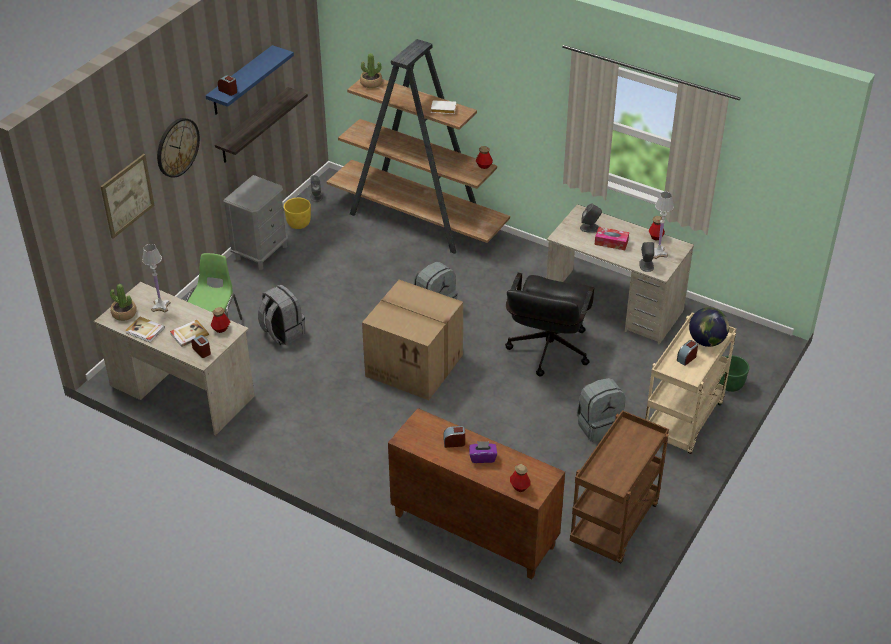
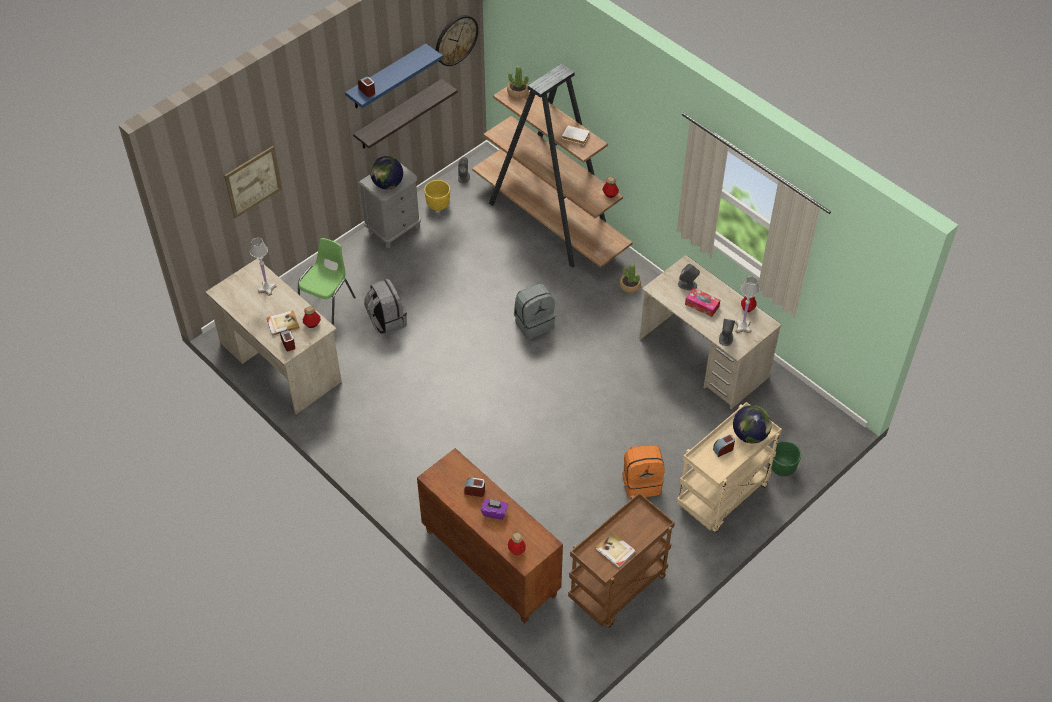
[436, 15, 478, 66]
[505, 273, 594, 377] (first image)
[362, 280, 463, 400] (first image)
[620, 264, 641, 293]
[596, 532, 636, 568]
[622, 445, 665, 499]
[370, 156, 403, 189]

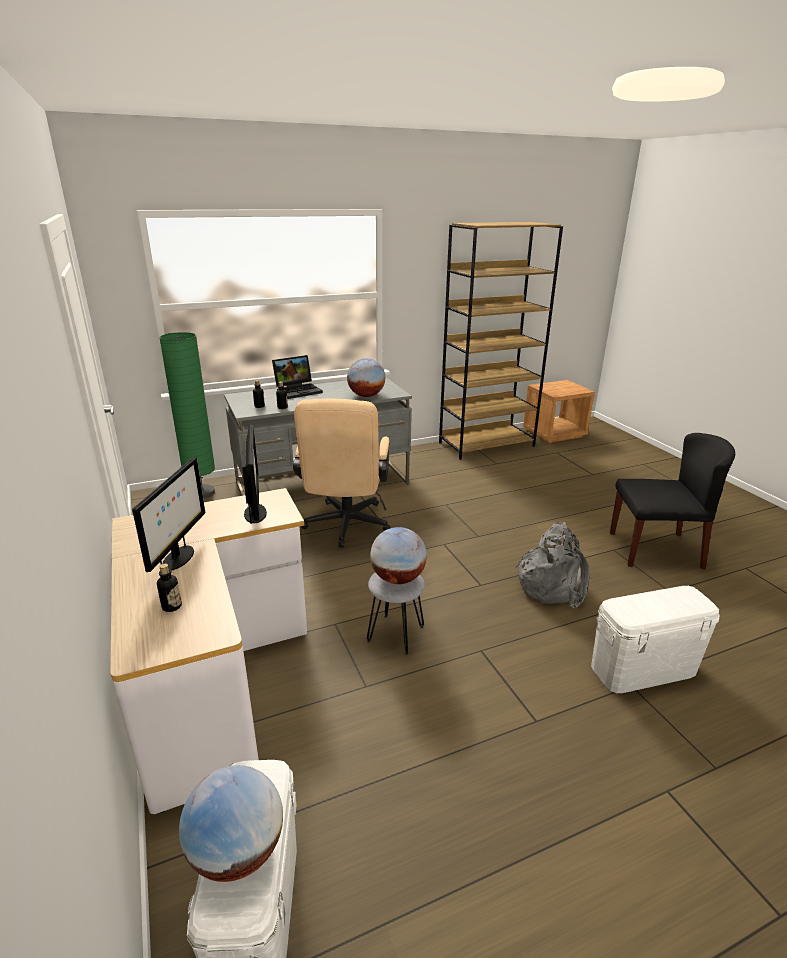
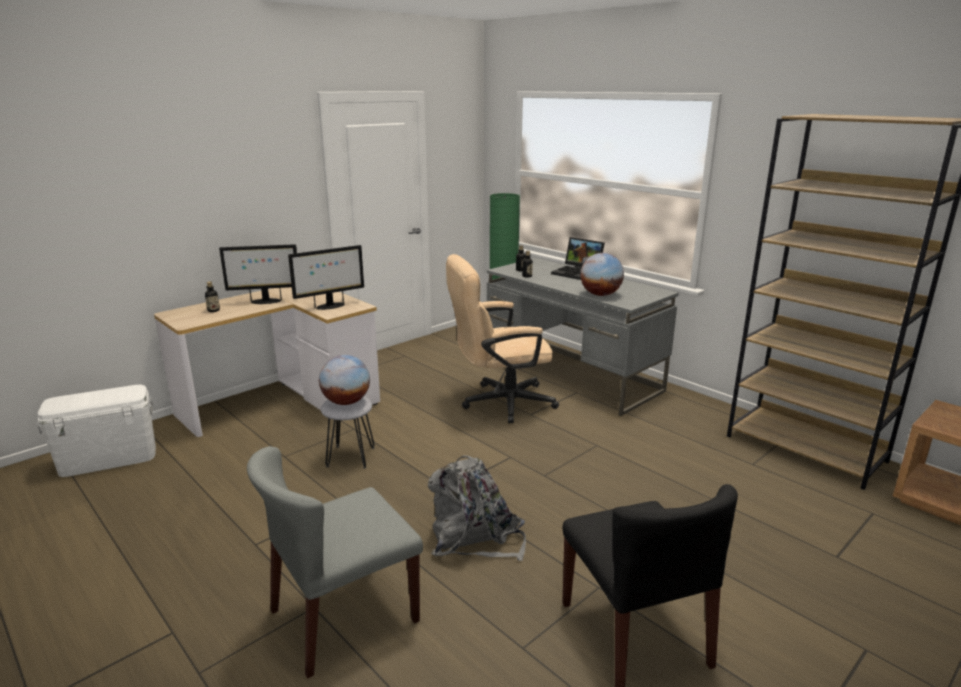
[247, 446, 423, 679]
[179, 765, 283, 882] (first image)

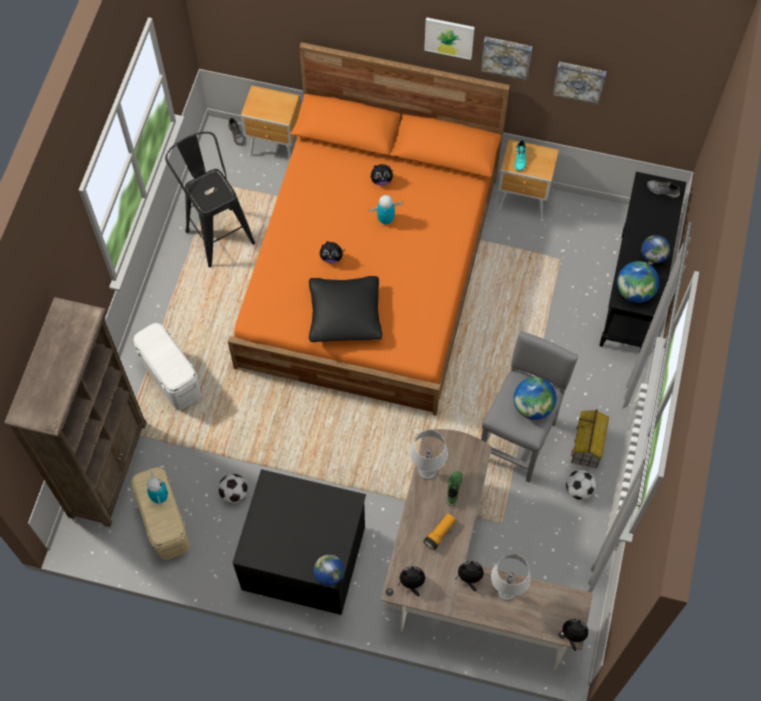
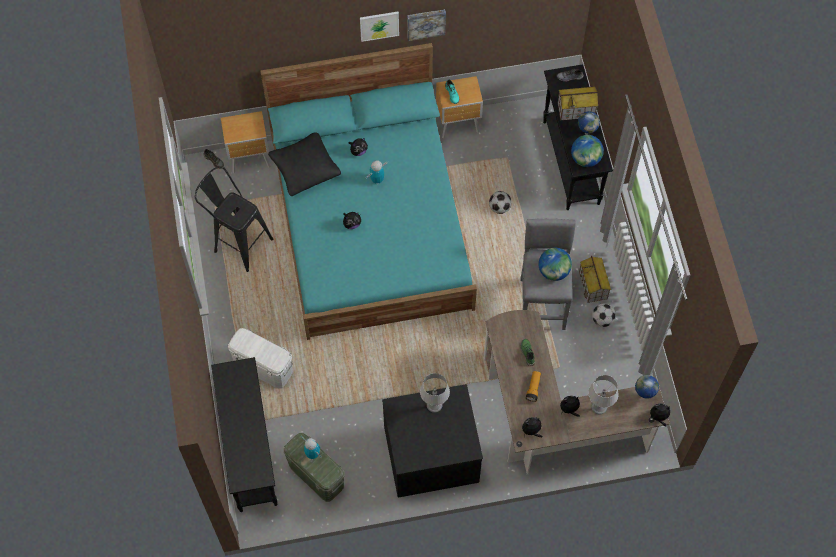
[261, 43, 477, 340]
[552, 62, 607, 105] (first image)
[268, 132, 341, 196]
[211, 357, 278, 512]
[420, 373, 450, 413]
[284, 433, 344, 502]
[489, 191, 512, 214]
[635, 375, 659, 399]
[558, 87, 598, 121]

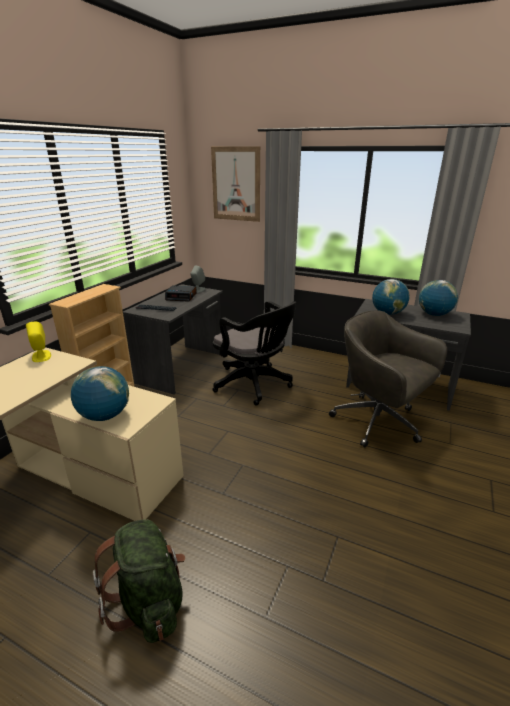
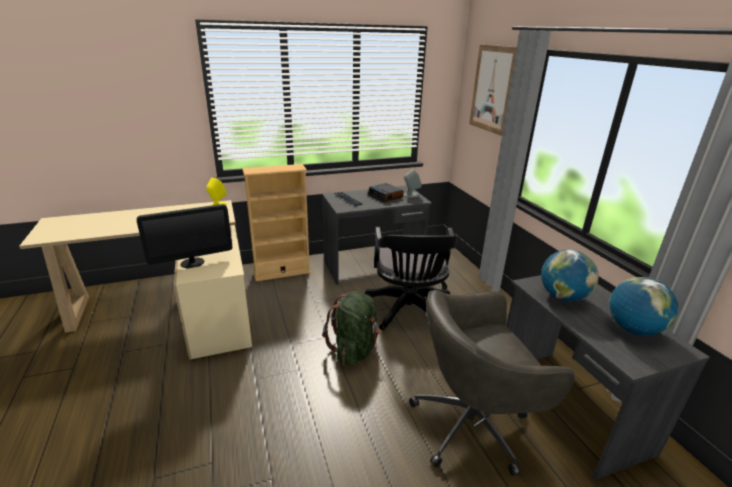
[409, 290, 575, 476]
[137, 204, 232, 269]
[323, 291, 382, 366]

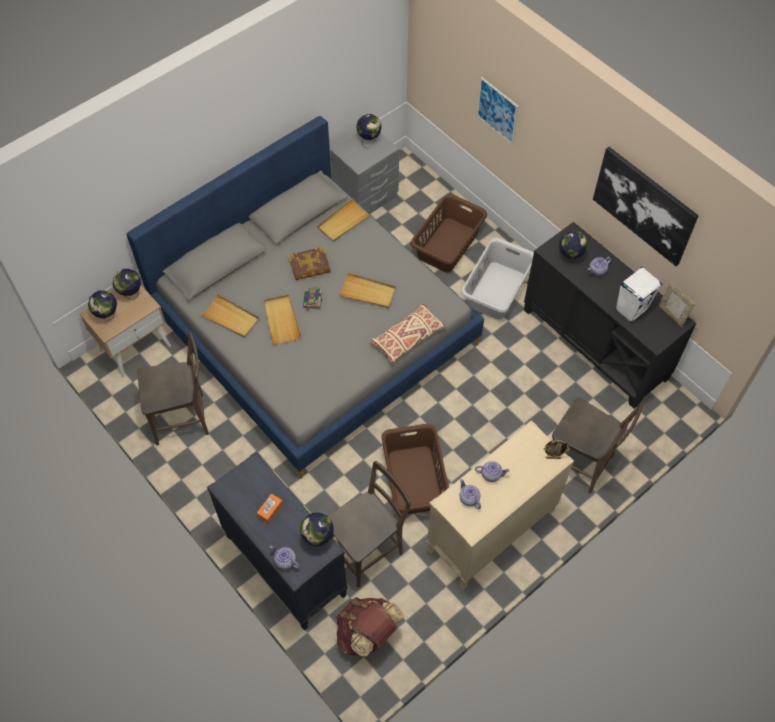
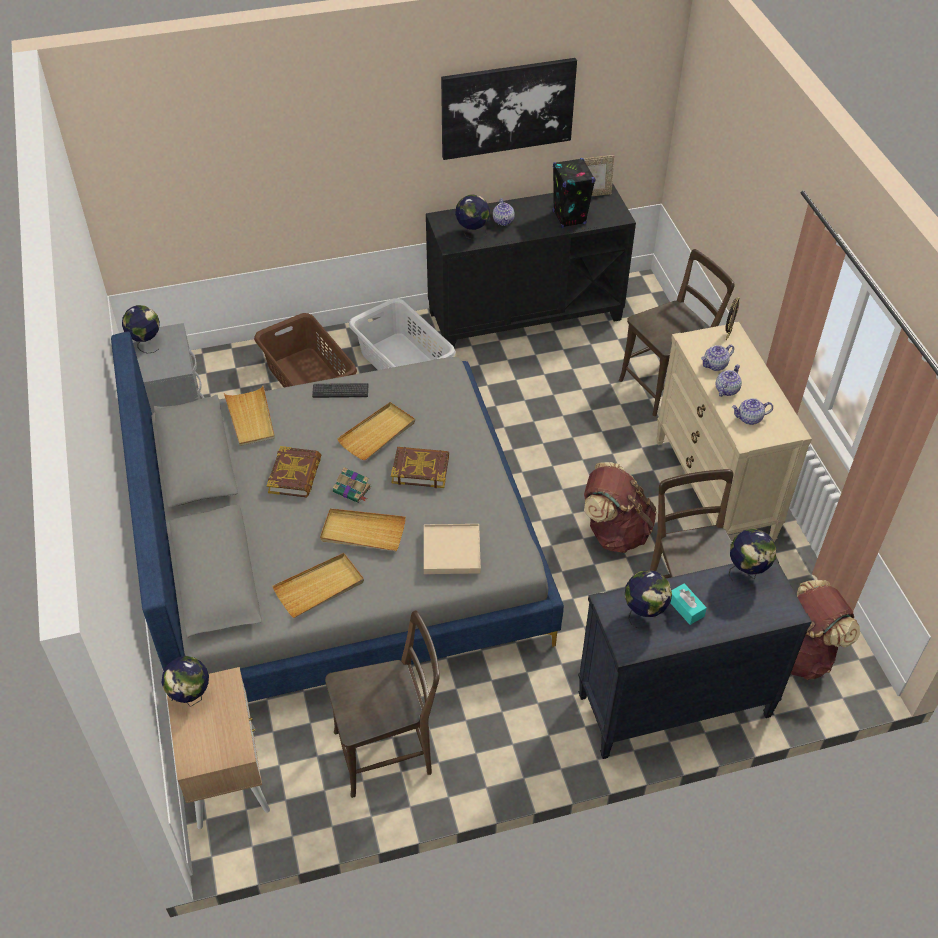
[477, 77, 519, 145] (first image)
[553, 158, 596, 228]
[625, 570, 672, 629]
[370, 304, 446, 363] (first image)
[325, 610, 440, 798]
[584, 462, 657, 553]
[671, 583, 707, 625]
[701, 345, 734, 371]
[312, 383, 368, 398]
[391, 447, 449, 488]
[424, 524, 481, 574]

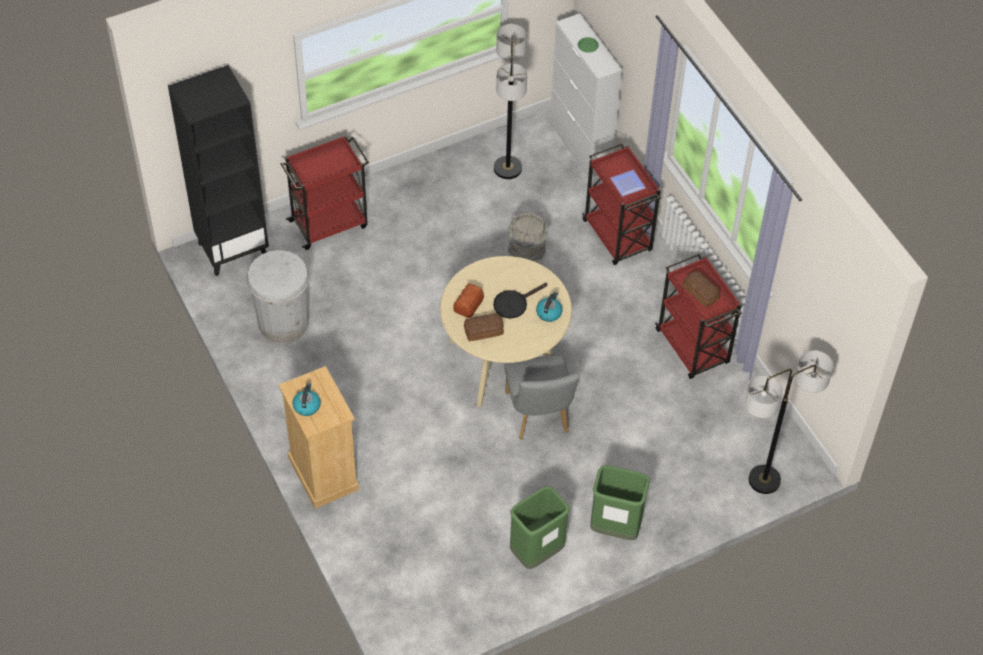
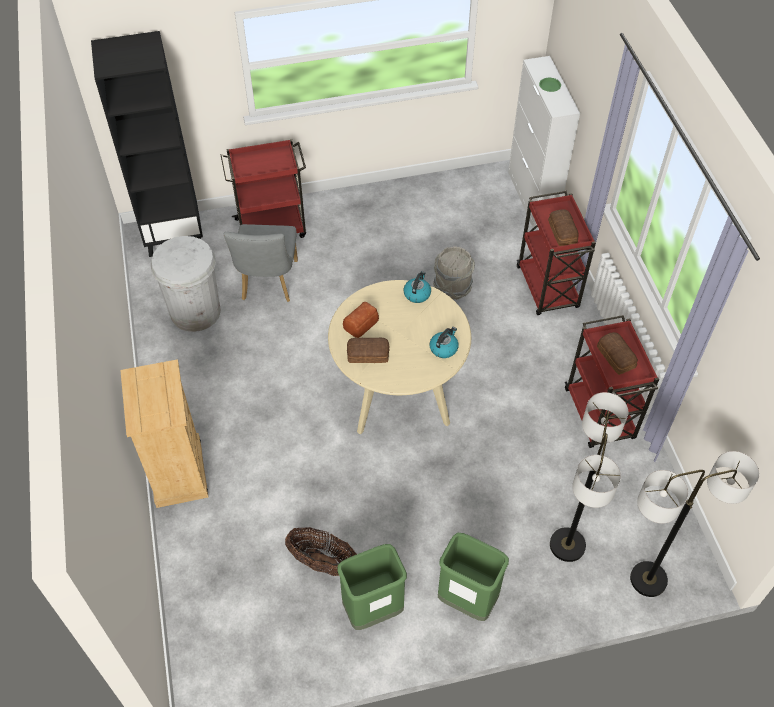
[550, 392, 628, 562]
[548, 209, 579, 246]
[493, 283, 547, 319] (first image)
[224, 224, 298, 302]
[404, 271, 431, 303]
[285, 527, 357, 576]

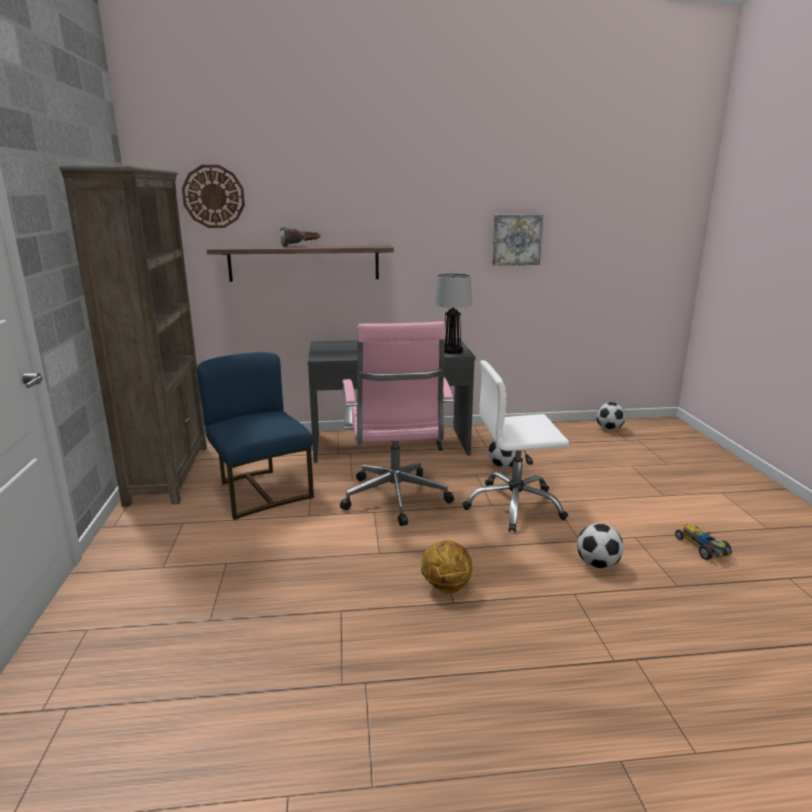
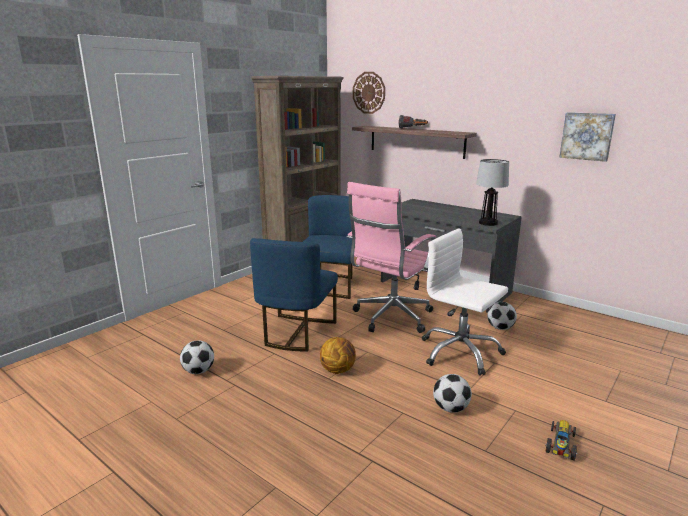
[180, 341, 214, 374]
[250, 238, 338, 352]

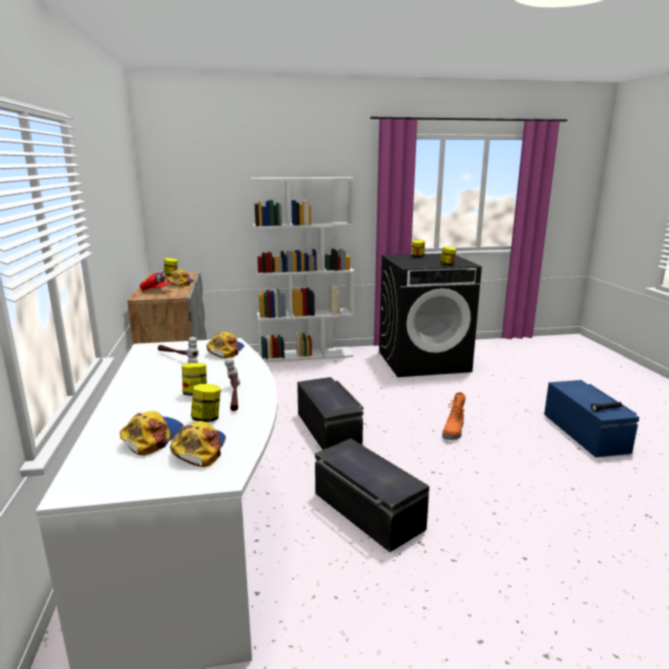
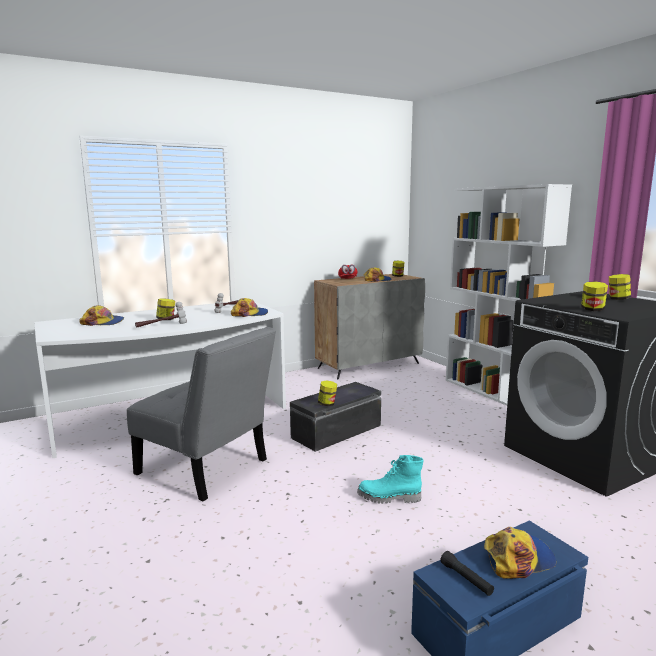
[318, 380, 337, 406]
[357, 455, 424, 504]
[484, 527, 557, 579]
[127, 327, 276, 502]

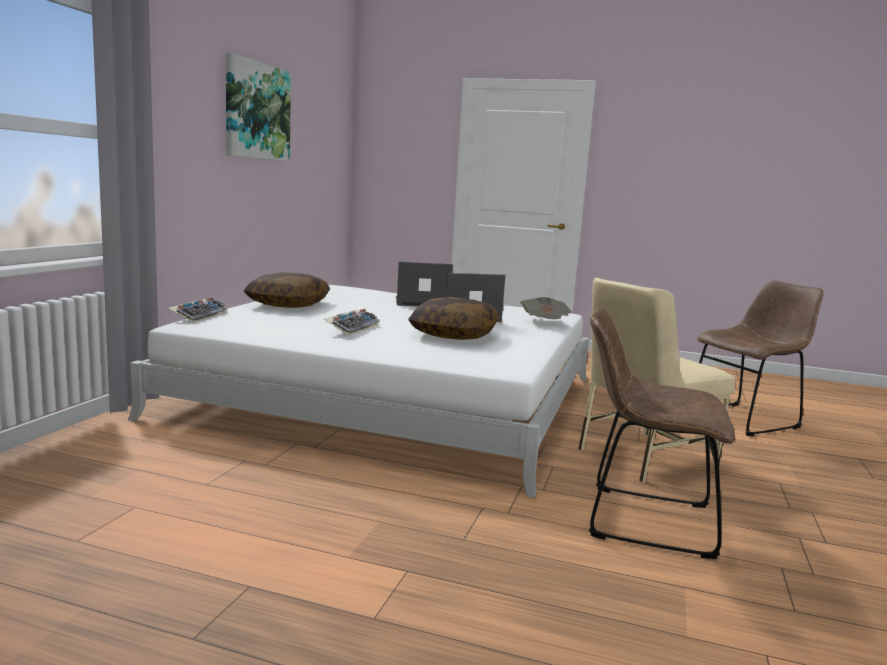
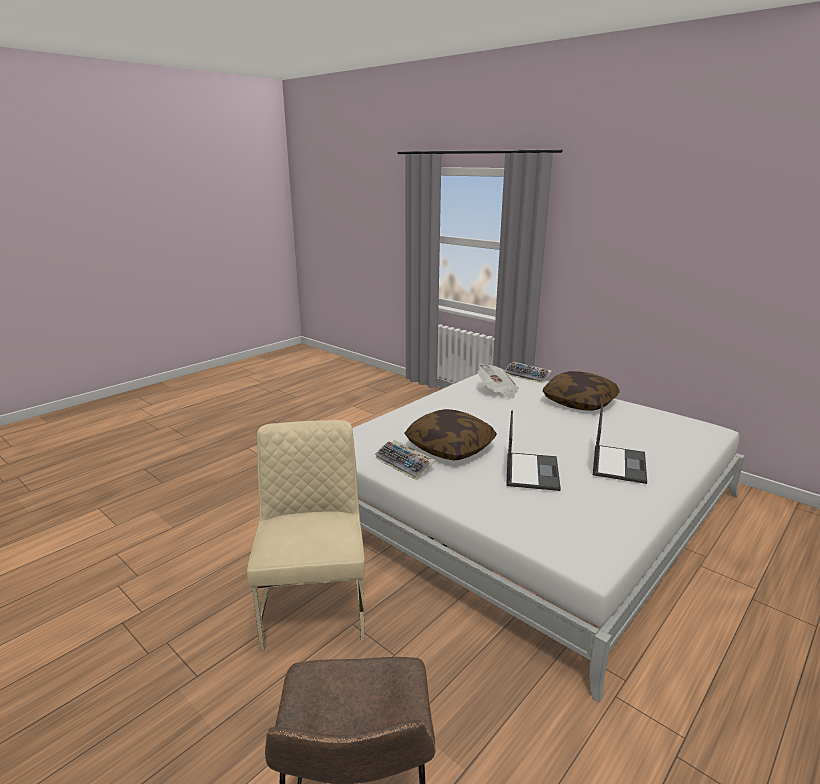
[226, 52, 291, 161] (first image)
[478, 363, 519, 399]
[589, 308, 735, 559] (first image)
[375, 440, 436, 480]

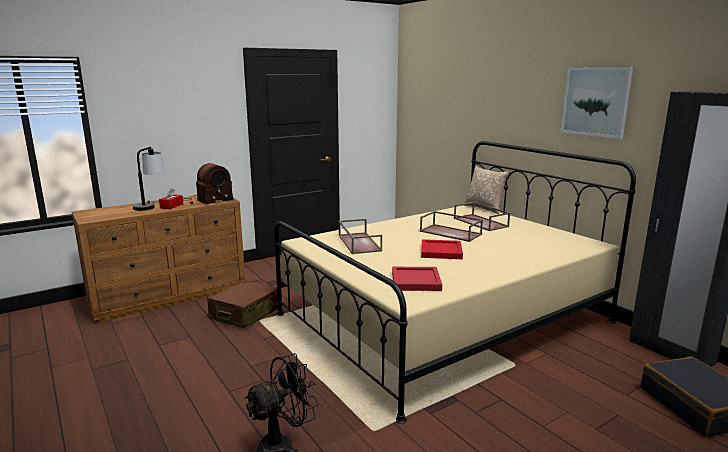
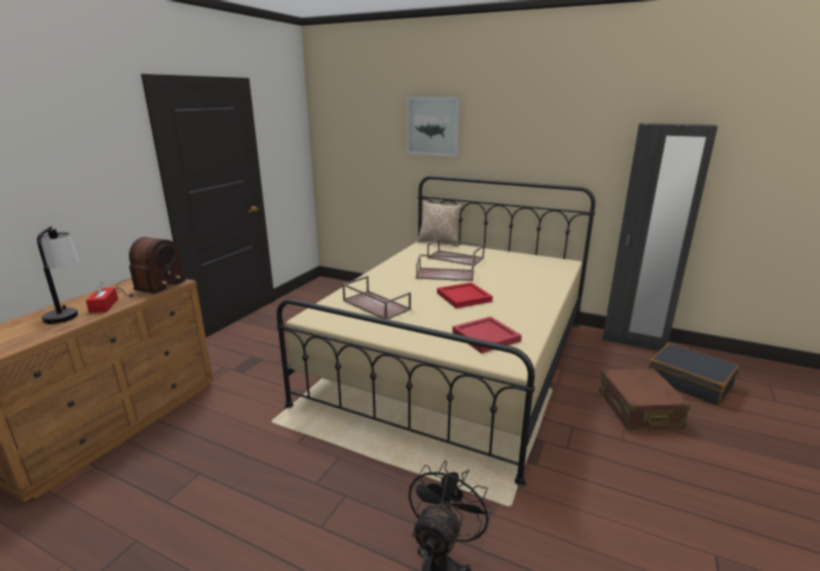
[407, 97, 460, 157]
[599, 368, 691, 430]

